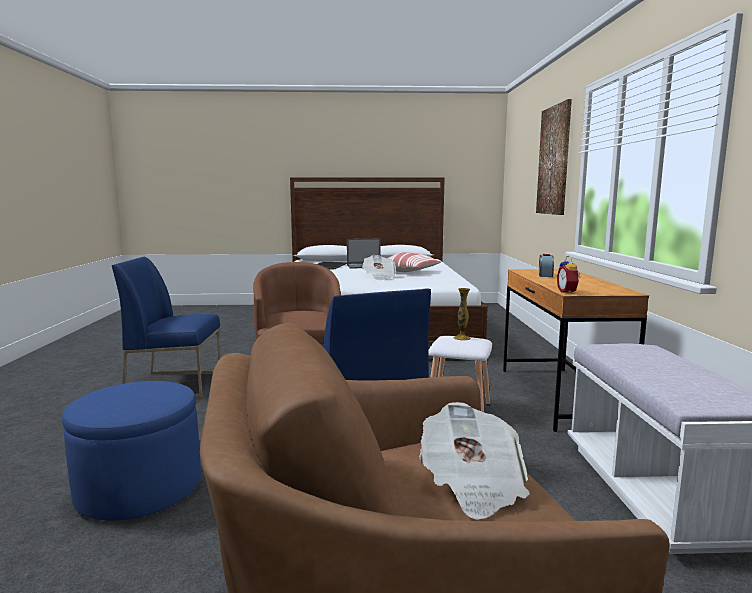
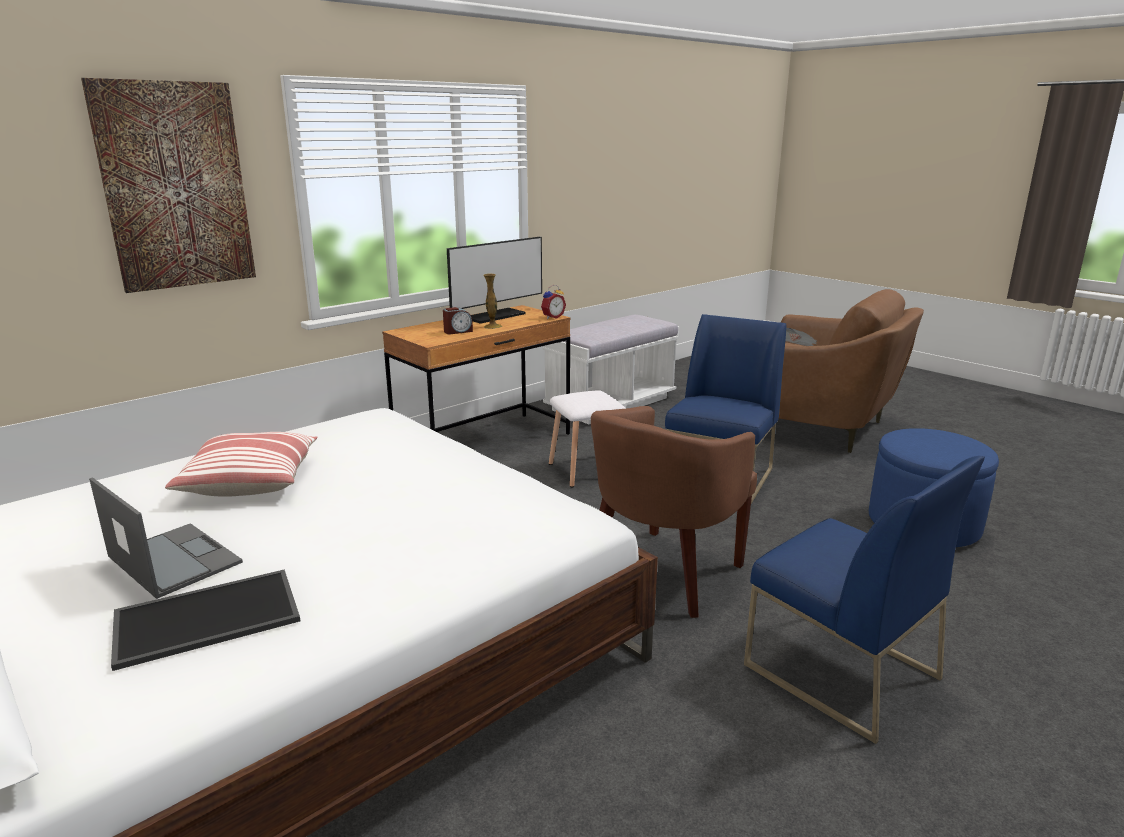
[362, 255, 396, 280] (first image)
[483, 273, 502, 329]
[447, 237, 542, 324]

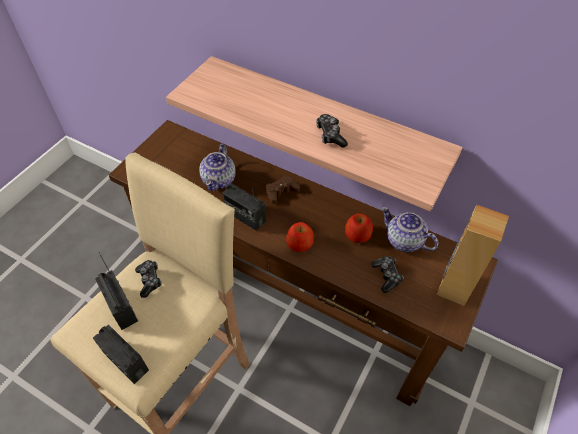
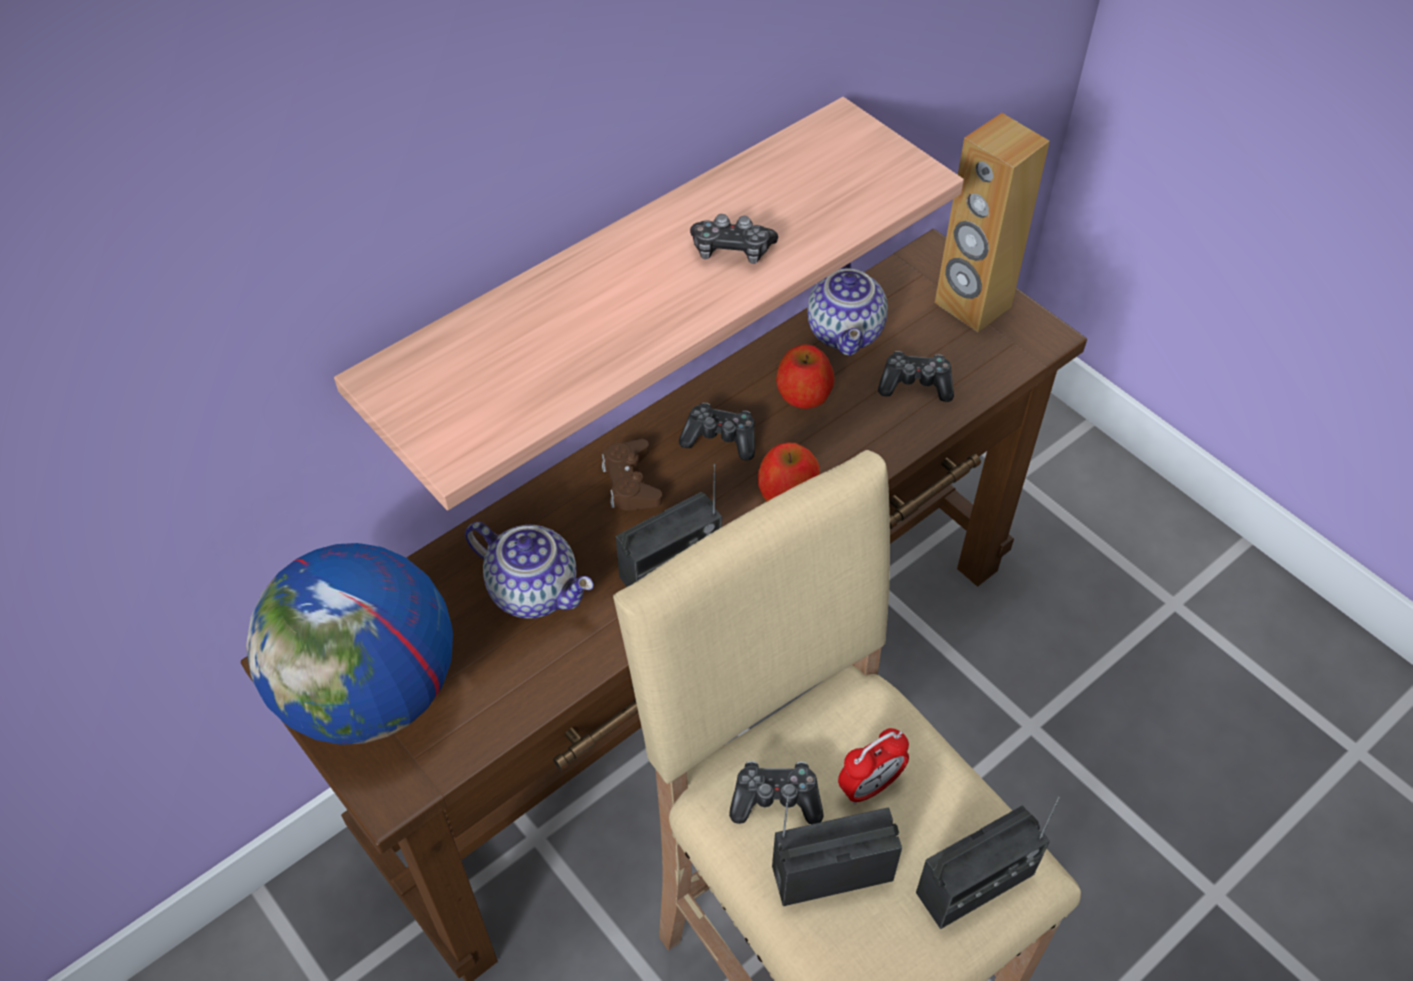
[807, 262, 888, 356]
[679, 403, 755, 461]
[246, 543, 453, 745]
[838, 728, 909, 805]

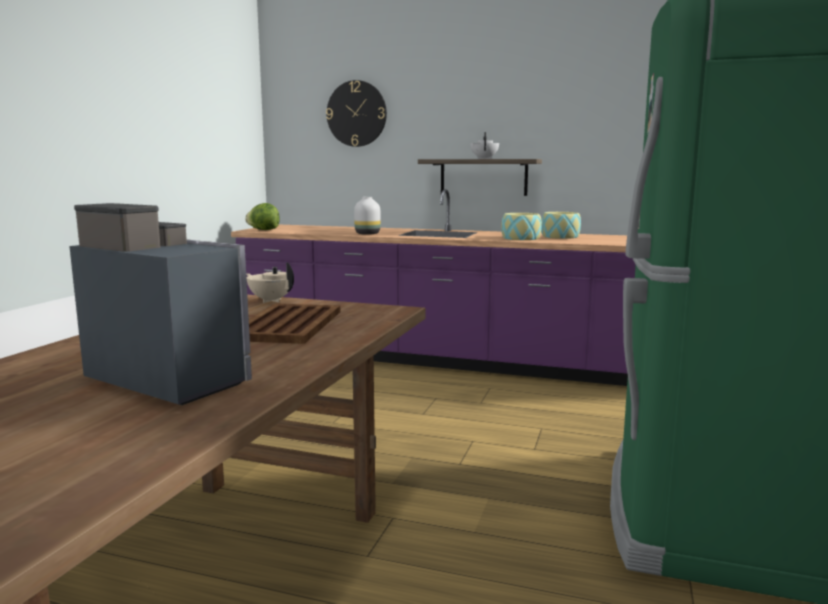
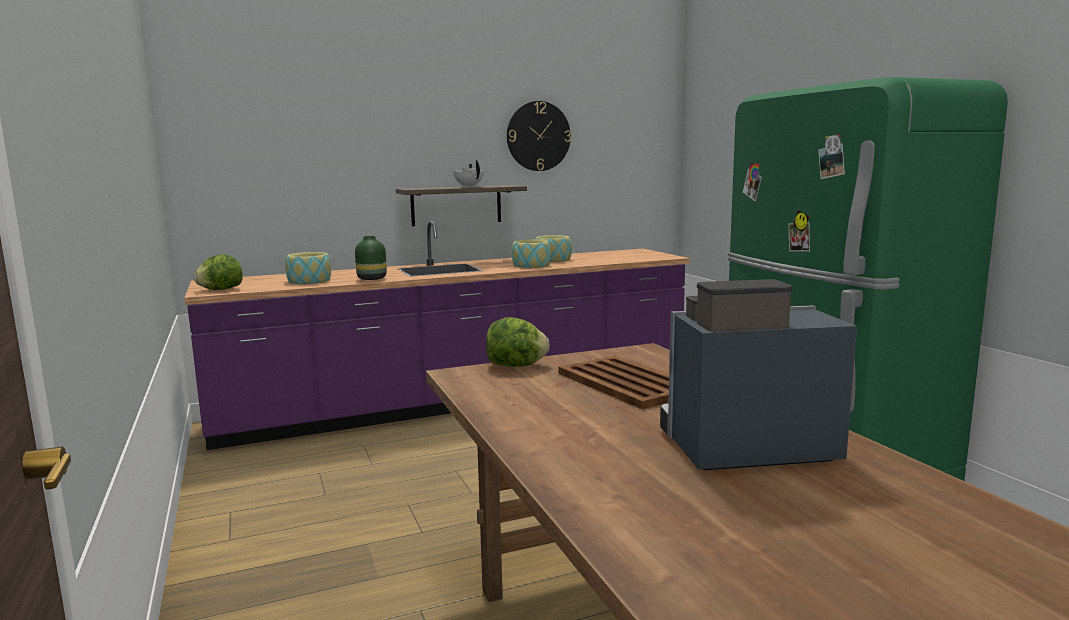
[507, 101, 571, 171]
[355, 236, 387, 280]
[486, 317, 550, 367]
[285, 252, 331, 284]

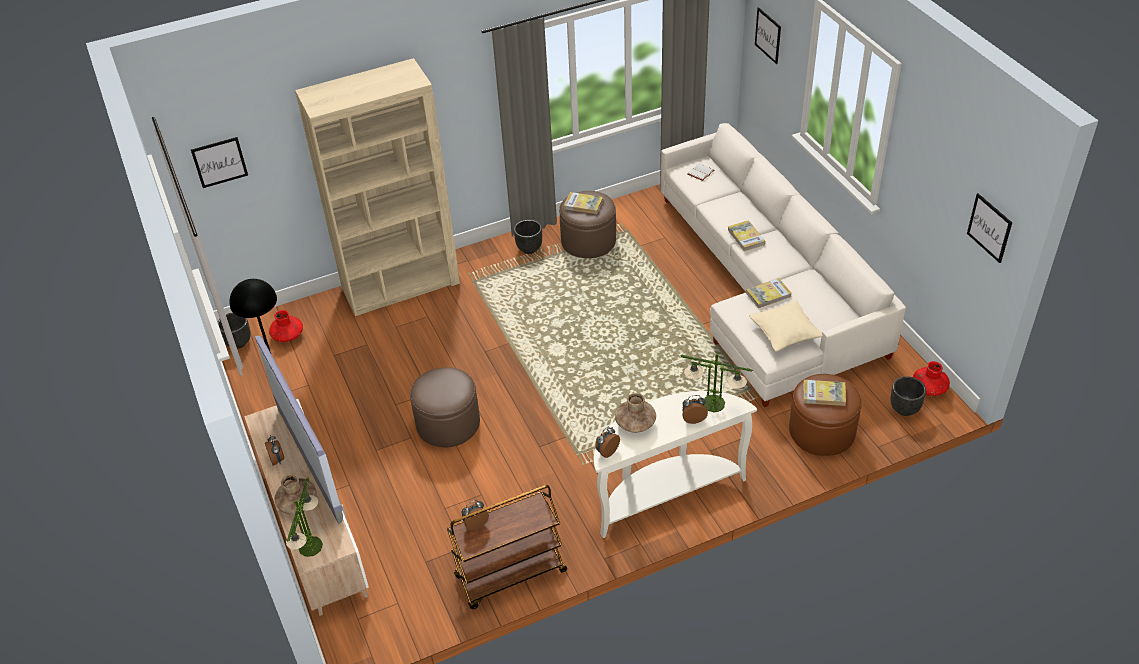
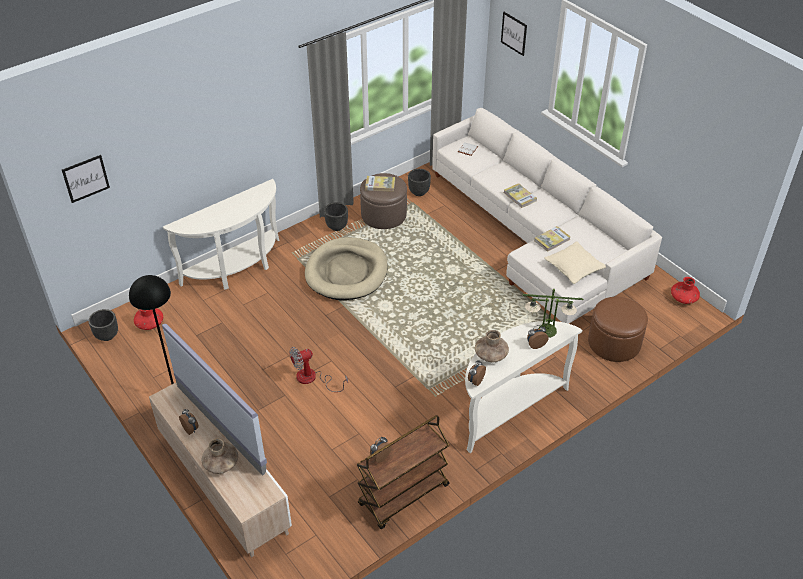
[163, 179, 280, 290]
[967, 193, 1012, 263] (first image)
[289, 347, 348, 392]
[408, 169, 431, 196]
[803, 380, 846, 406] (first image)
[286, 478, 323, 557] (first image)
[305, 238, 388, 300]

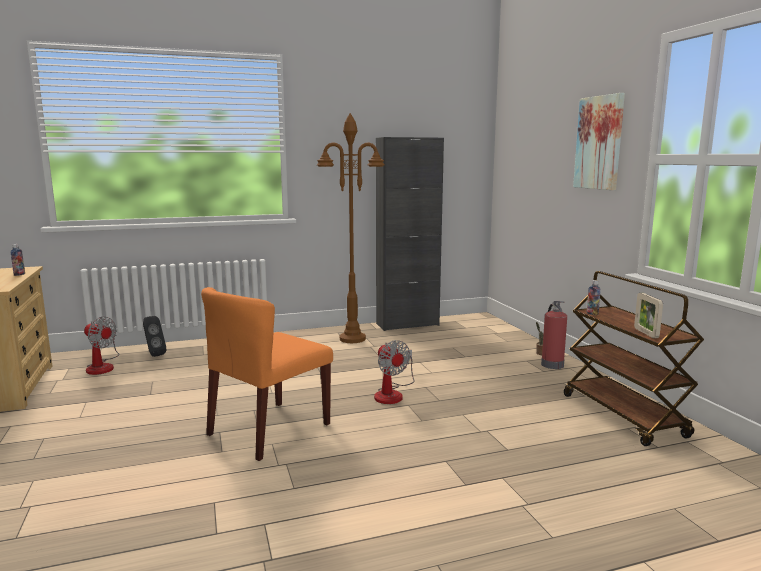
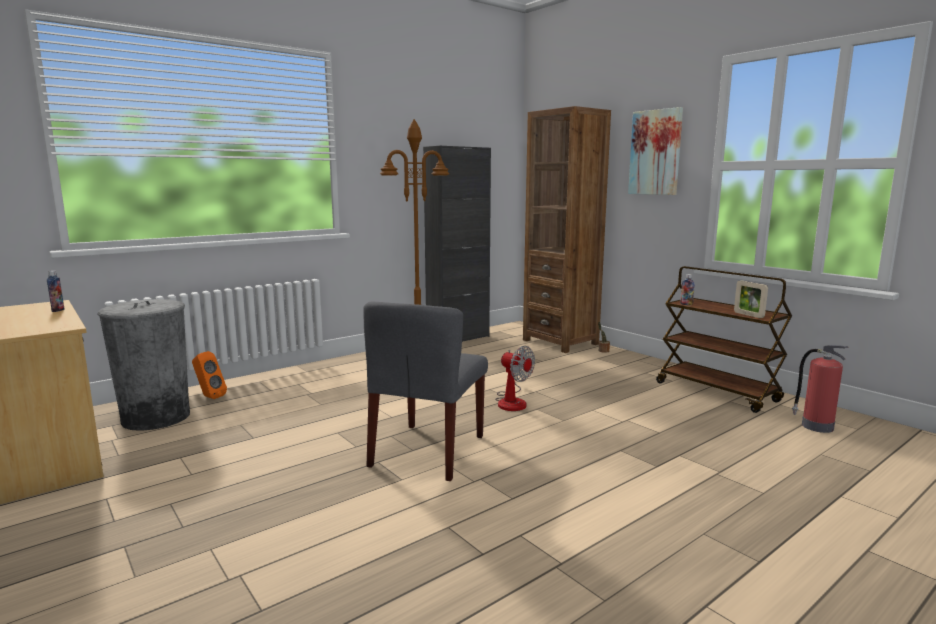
[363, 302, 488, 481]
[792, 345, 849, 433]
[192, 351, 227, 399]
[97, 299, 190, 431]
[523, 106, 611, 353]

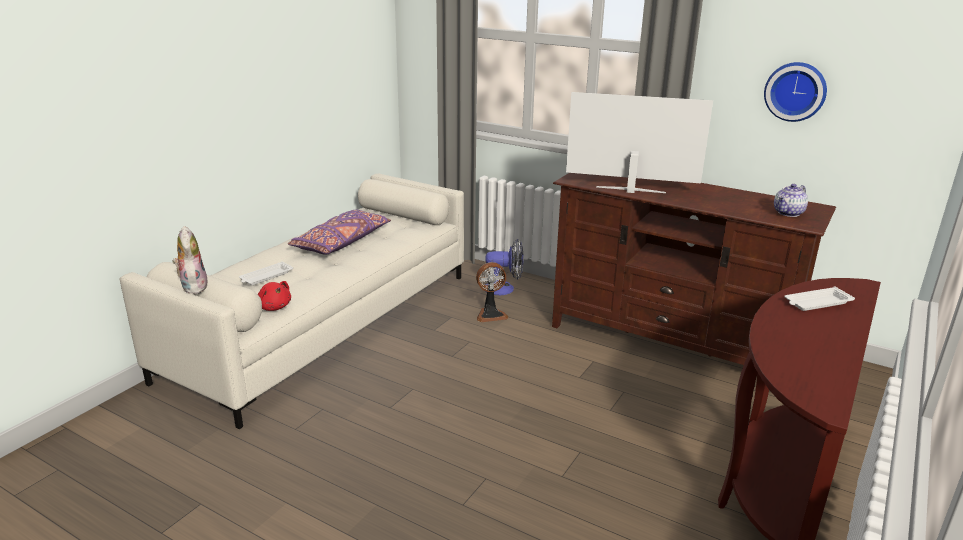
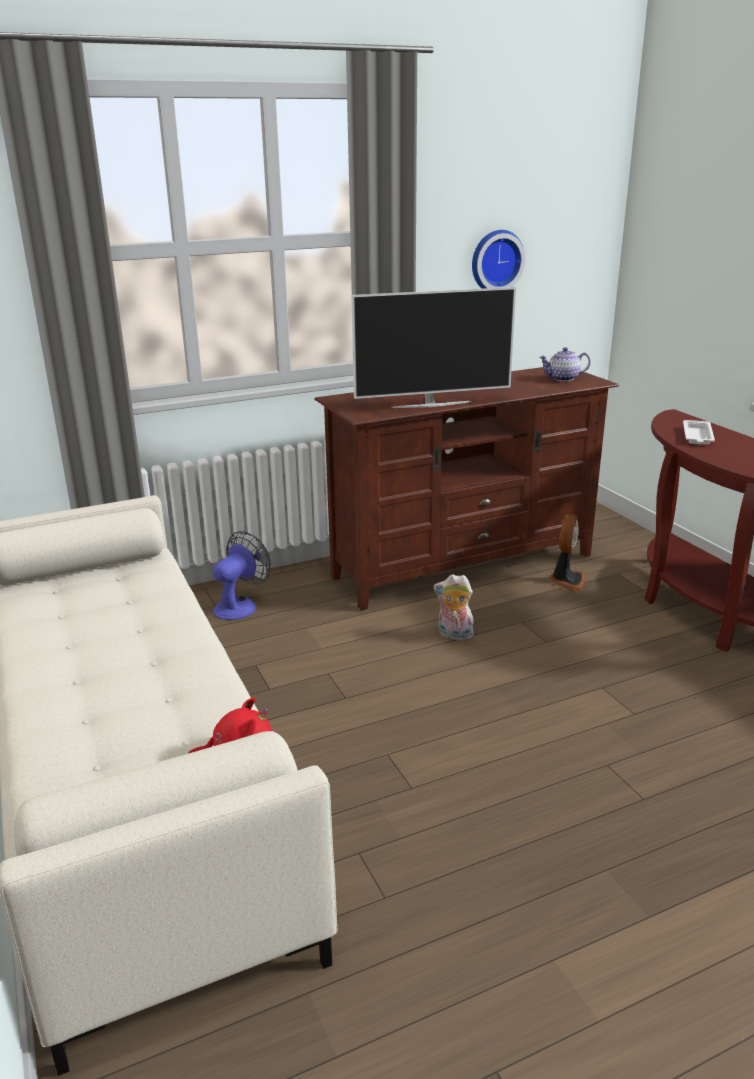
[351, 287, 516, 408]
[540, 347, 591, 381]
[288, 210, 391, 255] (first image)
[434, 574, 475, 641]
[239, 261, 293, 285] (first image)
[549, 514, 586, 592]

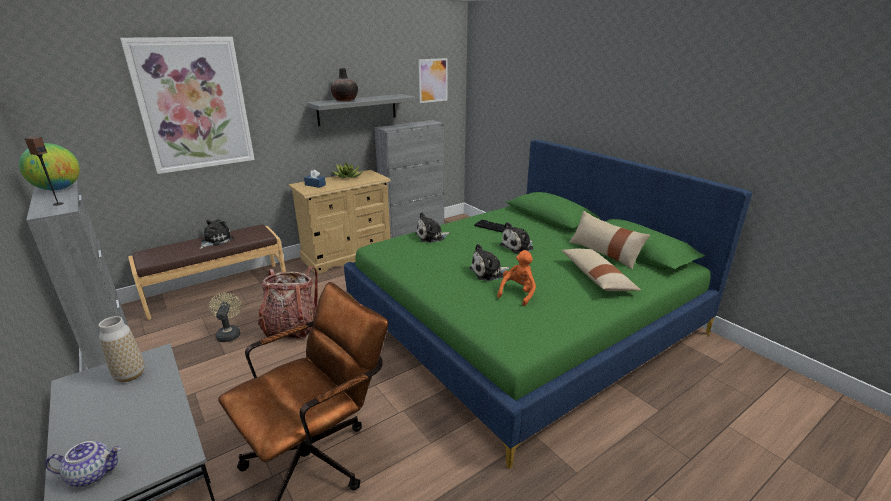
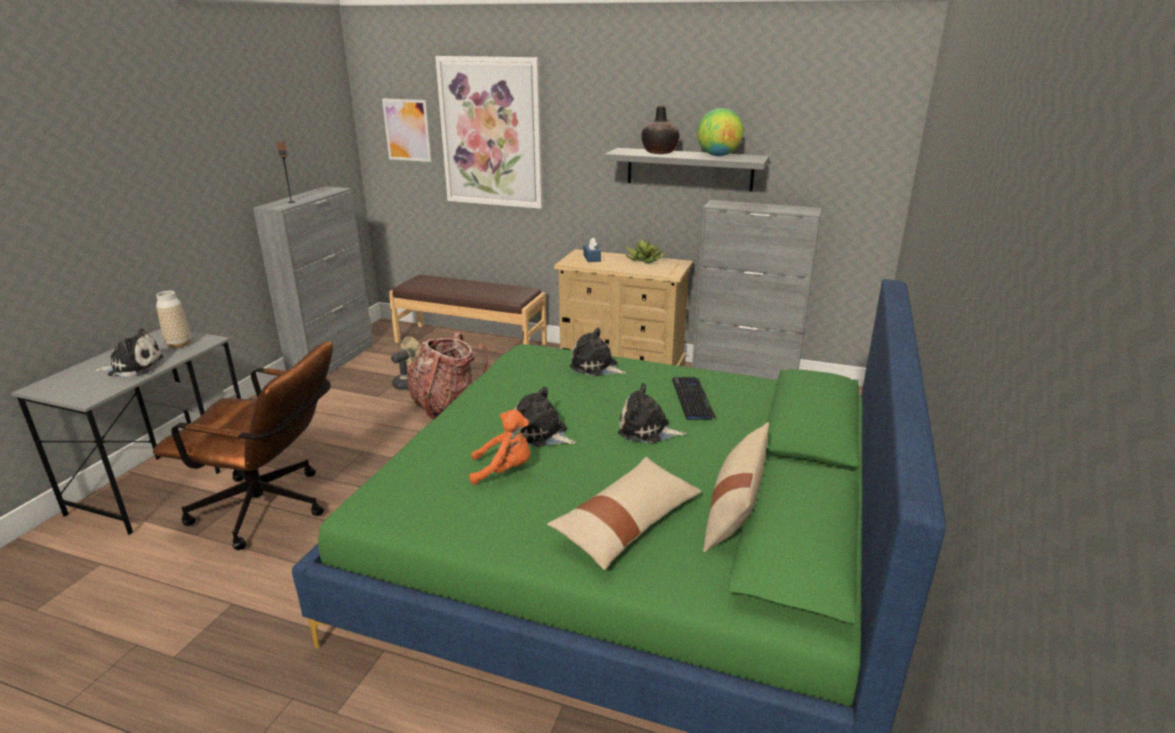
[382, 99, 432, 162]
[697, 108, 744, 156]
[94, 328, 164, 377]
[45, 441, 121, 487] (first image)

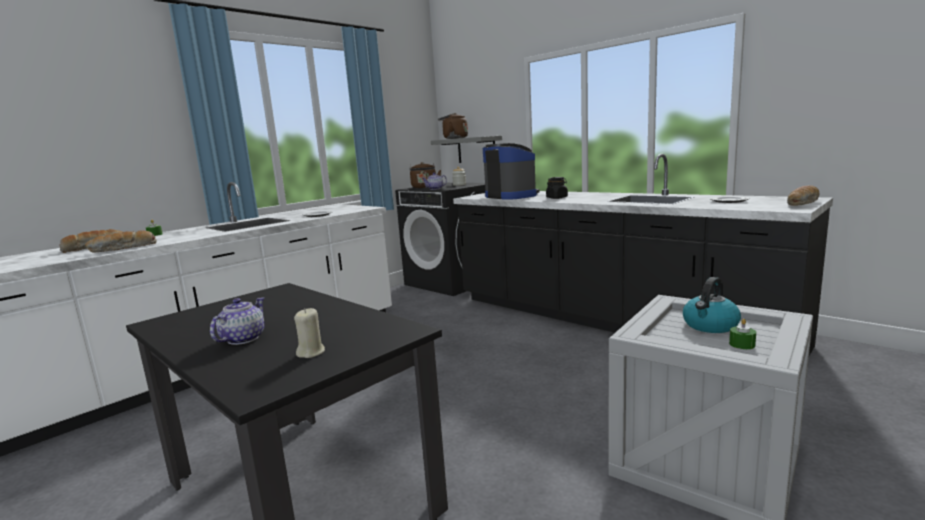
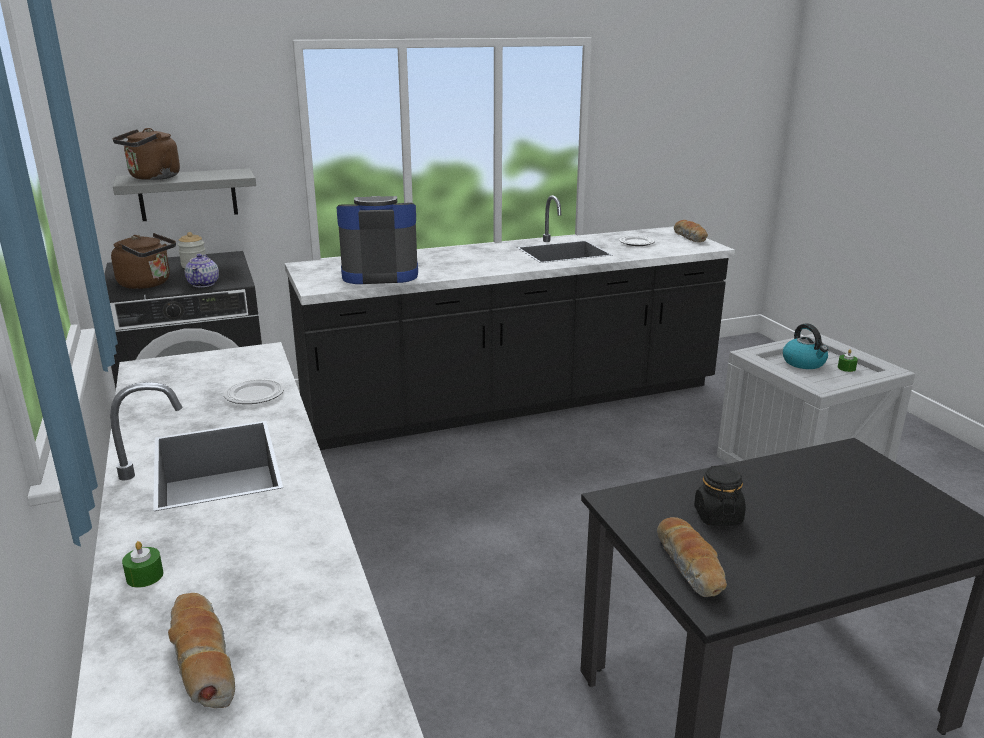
[694, 466, 746, 526]
[657, 517, 727, 597]
[210, 298, 264, 345] (first image)
[294, 308, 325, 358] (first image)

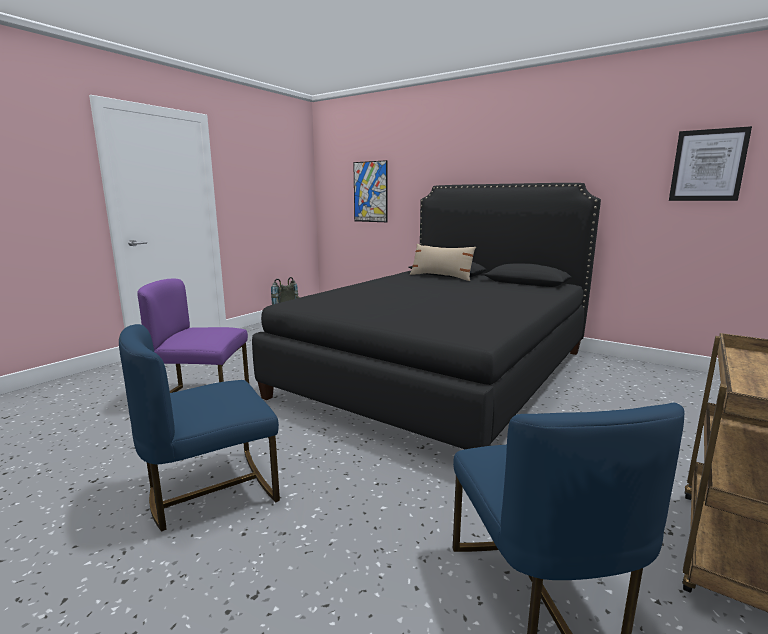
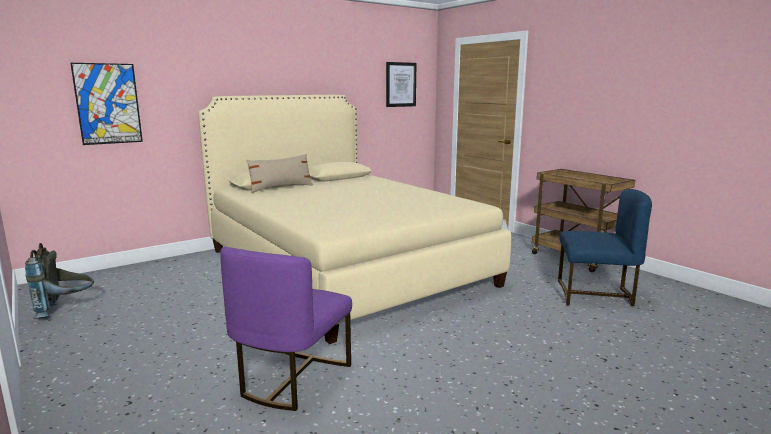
[198, 95, 511, 344]
[119, 324, 280, 531] (first image)

